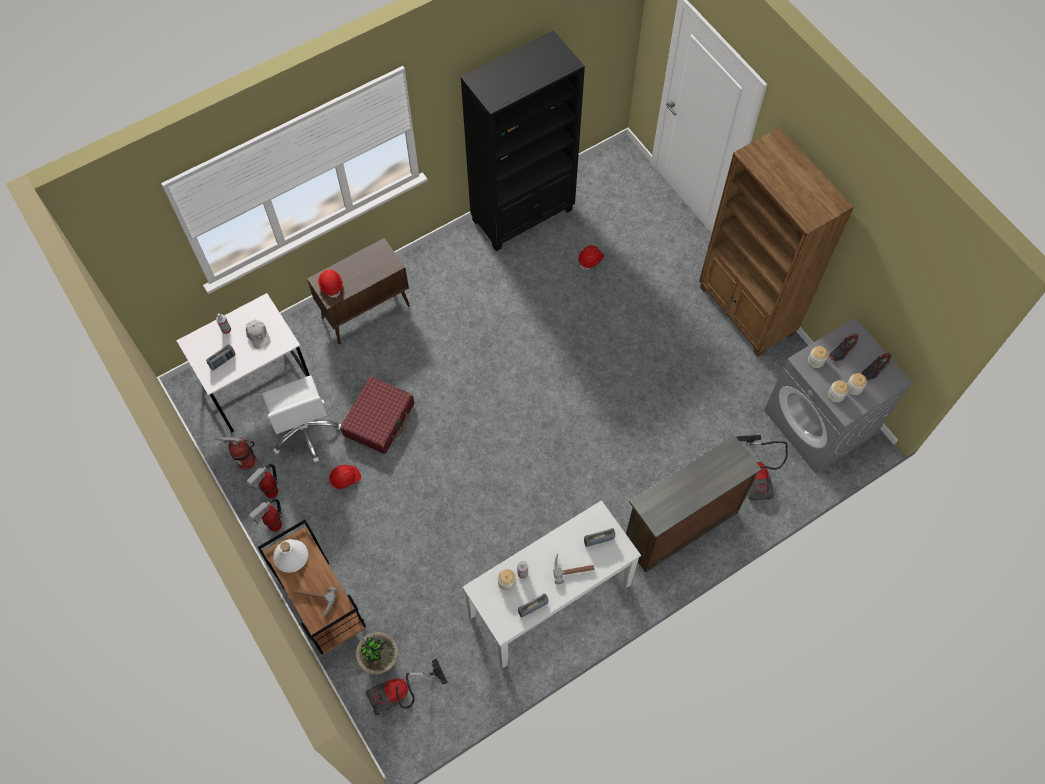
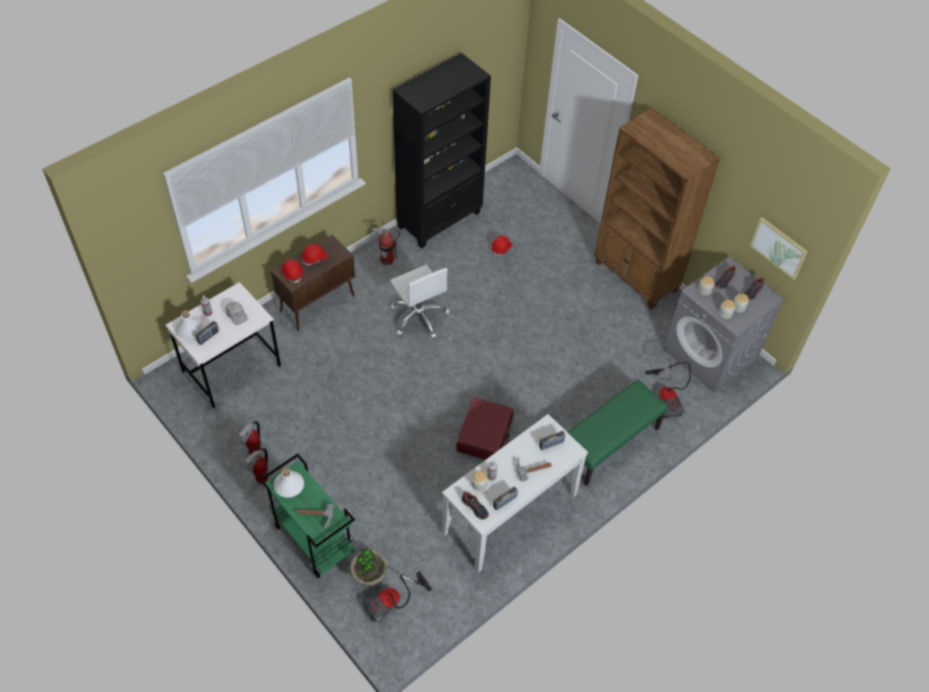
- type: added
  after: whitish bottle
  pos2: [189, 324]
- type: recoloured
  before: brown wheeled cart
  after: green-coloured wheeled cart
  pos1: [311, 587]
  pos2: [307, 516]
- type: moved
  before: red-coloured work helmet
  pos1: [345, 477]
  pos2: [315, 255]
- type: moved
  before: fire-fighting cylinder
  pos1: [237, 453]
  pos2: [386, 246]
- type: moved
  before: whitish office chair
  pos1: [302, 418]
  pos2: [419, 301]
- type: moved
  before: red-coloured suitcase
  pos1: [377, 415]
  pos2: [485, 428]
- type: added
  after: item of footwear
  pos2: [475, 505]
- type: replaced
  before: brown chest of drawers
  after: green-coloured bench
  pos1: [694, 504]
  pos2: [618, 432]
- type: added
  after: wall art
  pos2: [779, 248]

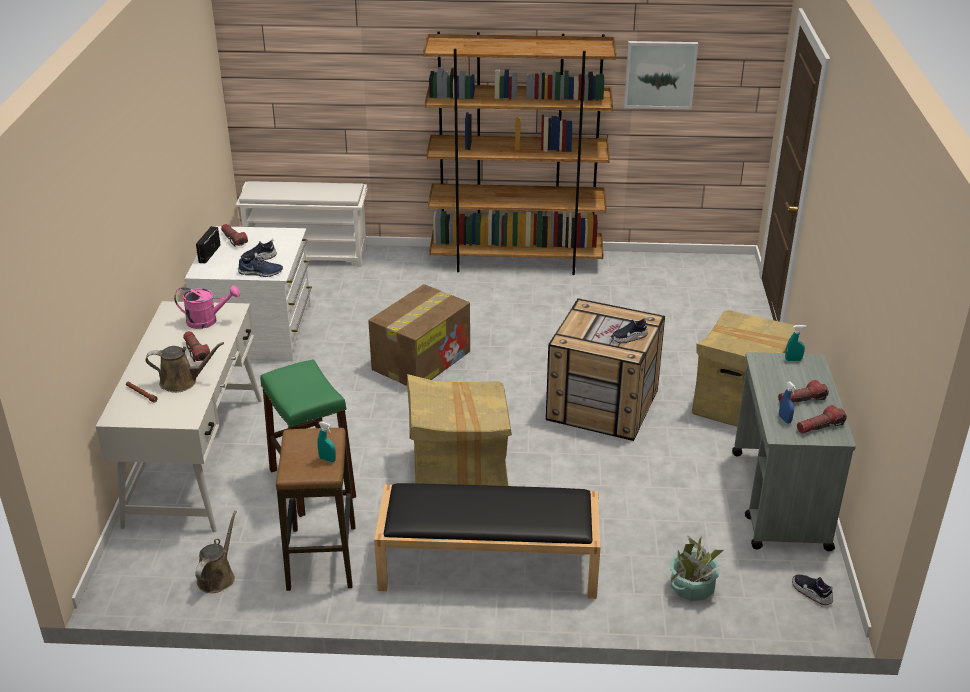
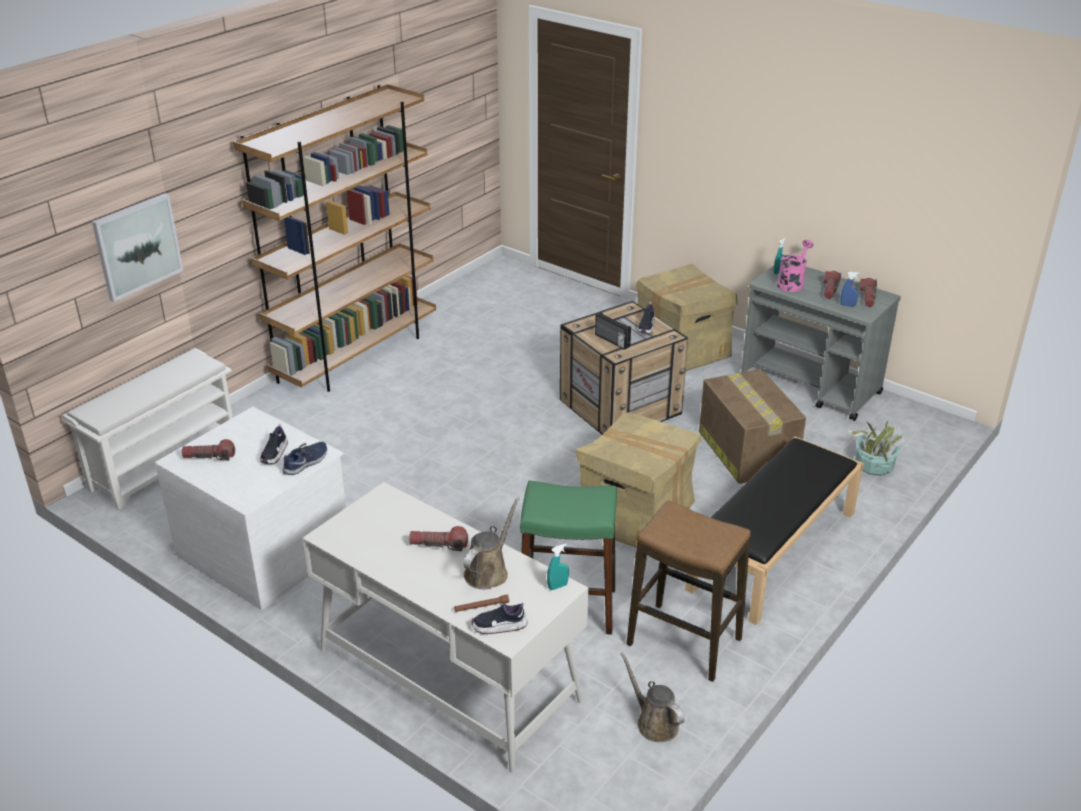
- type: moved
  before: wall art
  pos1: [661, 75]
  pos2: [137, 247]
- type: moved
  before: item of footwear
  pos1: [812, 590]
  pos2: [500, 618]
- type: moved
  before: blue-green sprayer
  pos1: [326, 442]
  pos2: [558, 567]
- type: moved
  before: radio
  pos1: [208, 245]
  pos2: [613, 331]
- type: moved
  before: packing box
  pos1: [419, 335]
  pos2: [752, 426]
- type: moved
  before: pink-coloured watering can
  pos1: [207, 307]
  pos2: [795, 265]

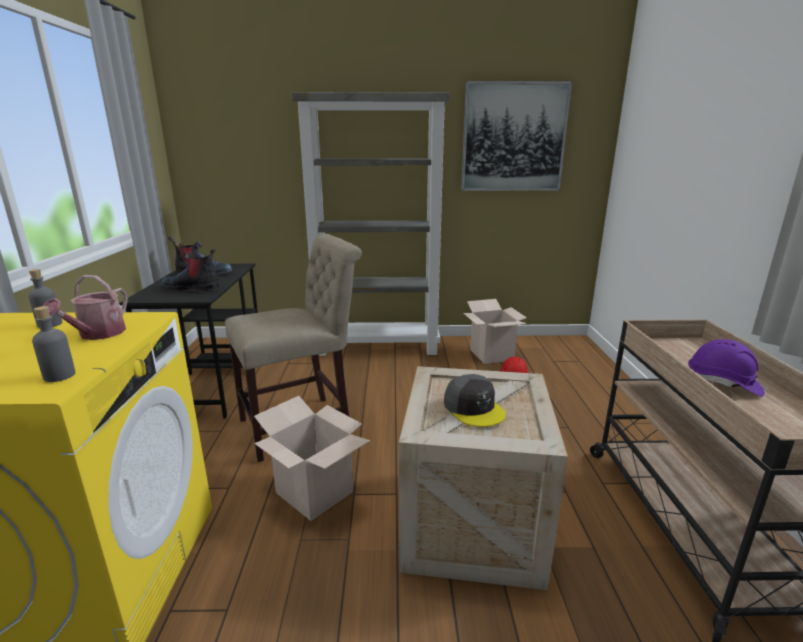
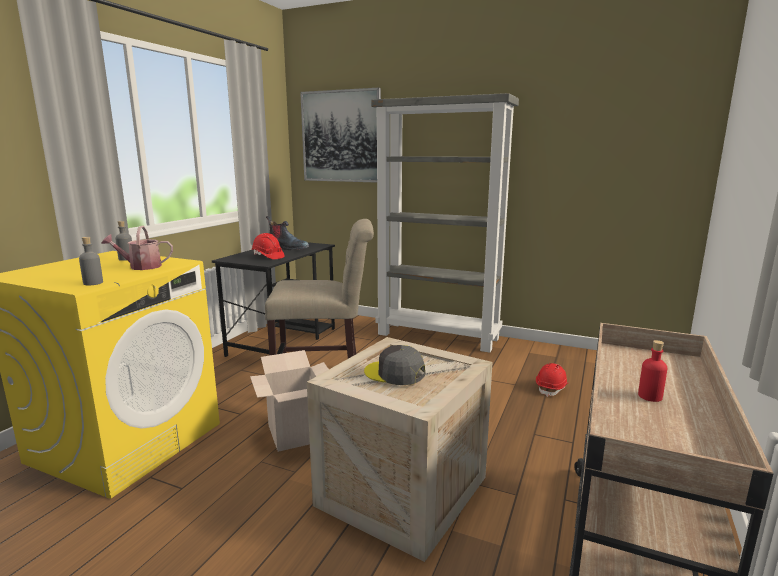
- type: turned
  before: watering can
  pos1: [85, 307]
  pos2: [137, 248]
  turn: 45
- type: replaced
  before: tall boot
  after: red-coloured work helmet
  pos1: [190, 270]
  pos2: [268, 246]
- type: moved
  before: wall art
  pos1: [516, 136]
  pos2: [340, 135]
- type: turned
  before: grey cap
  pos1: [475, 400]
  pos2: [394, 365]
  turn: 120
- type: replaced
  before: purplish work helmet
  after: red-coloured bottle
  pos1: [726, 368]
  pos2: [653, 371]
- type: removed
  before: packing box
  pos1: [495, 331]

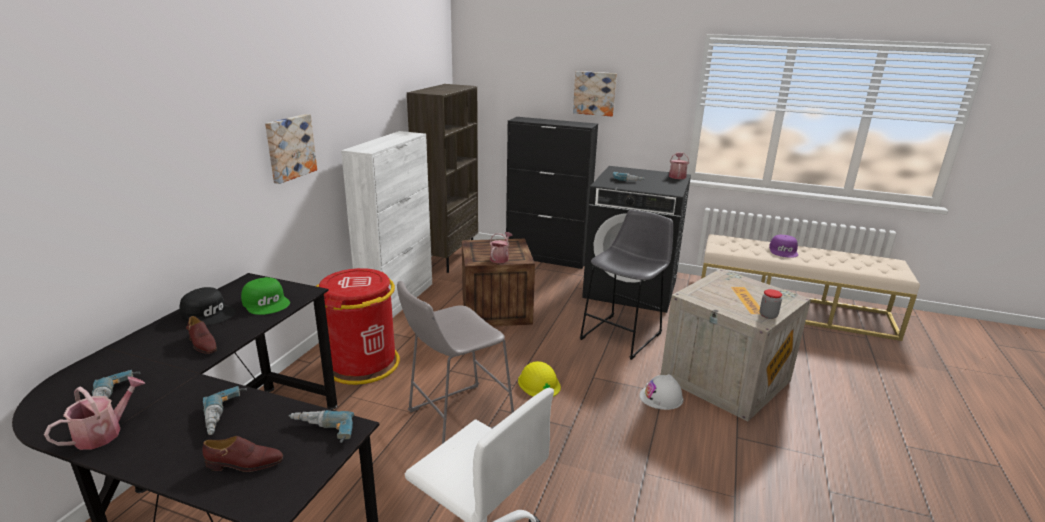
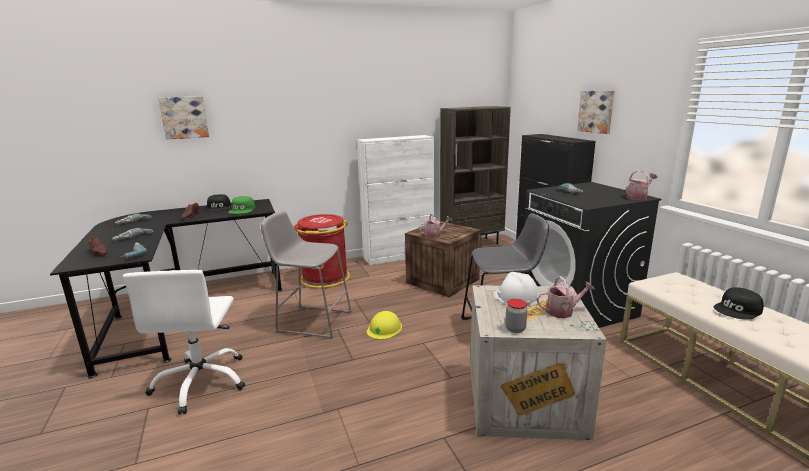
- type: moved
  before: wall art
  pos1: [291, 149]
  pos2: [183, 118]
- type: moved
  before: whitish work helmet
  pos1: [661, 392]
  pos2: [516, 289]
- type: moved
  before: watering can
  pos1: [94, 413]
  pos2: [566, 297]
- type: recoloured
  before: purplish cap
  after: black cap
  pos1: [783, 246]
  pos2: [739, 303]

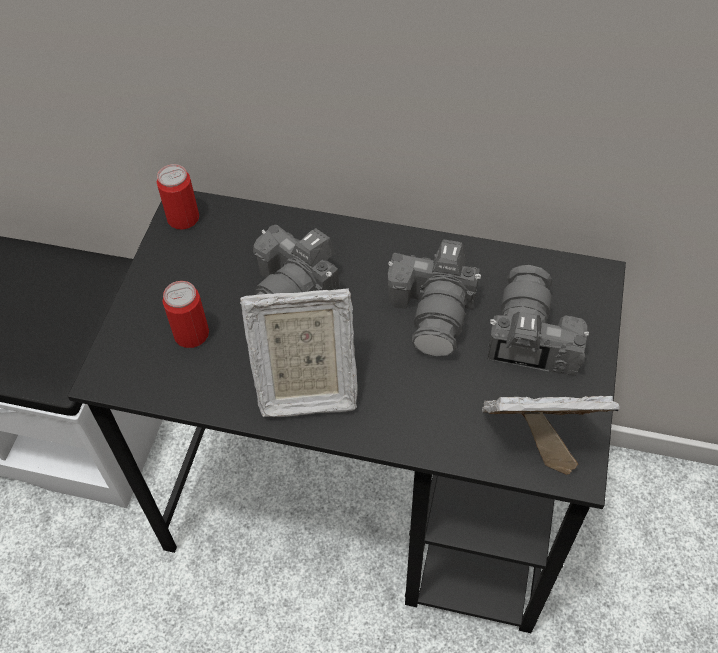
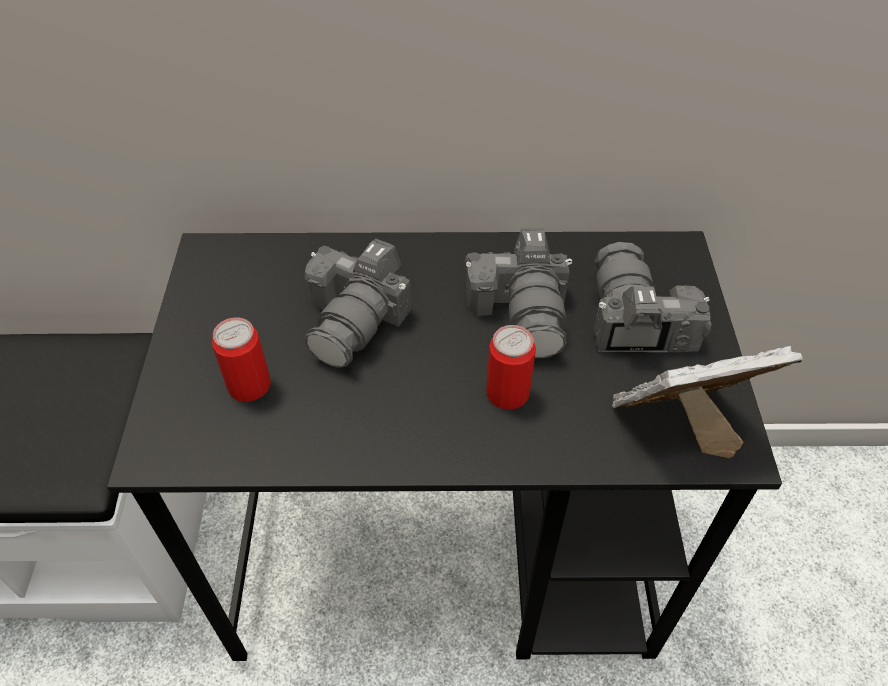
- type: moved
  before: can
  pos1: [178, 196]
  pos2: [511, 367]
- type: removed
  before: photo frame
  pos1: [298, 352]

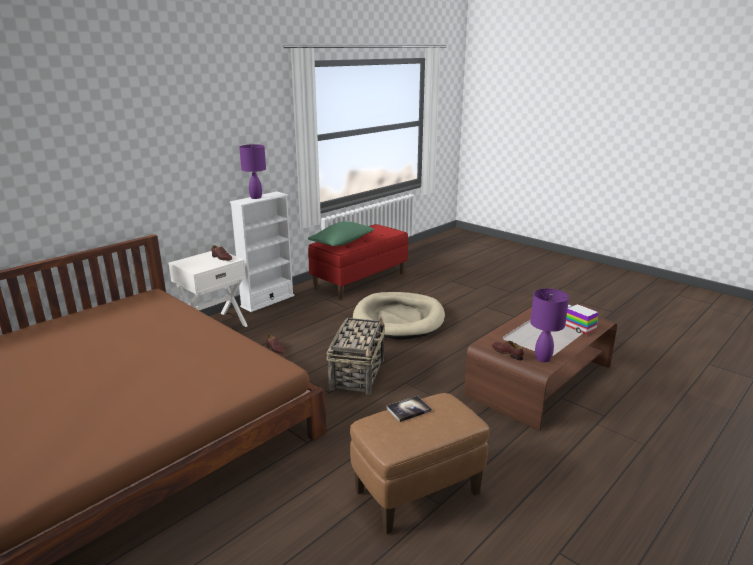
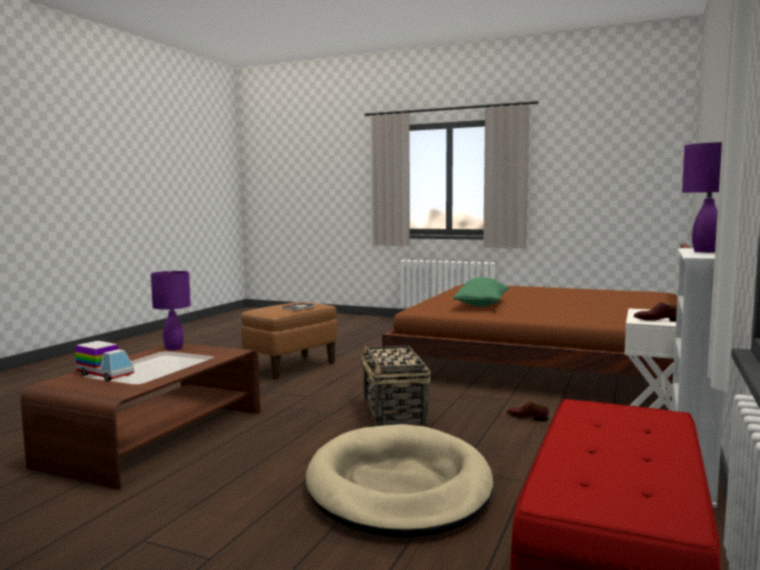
- type: moved
  before: green-coloured throw pillow
  pos1: [341, 233]
  pos2: [481, 292]
- type: removed
  before: brown item of footwear
  pos1: [508, 351]

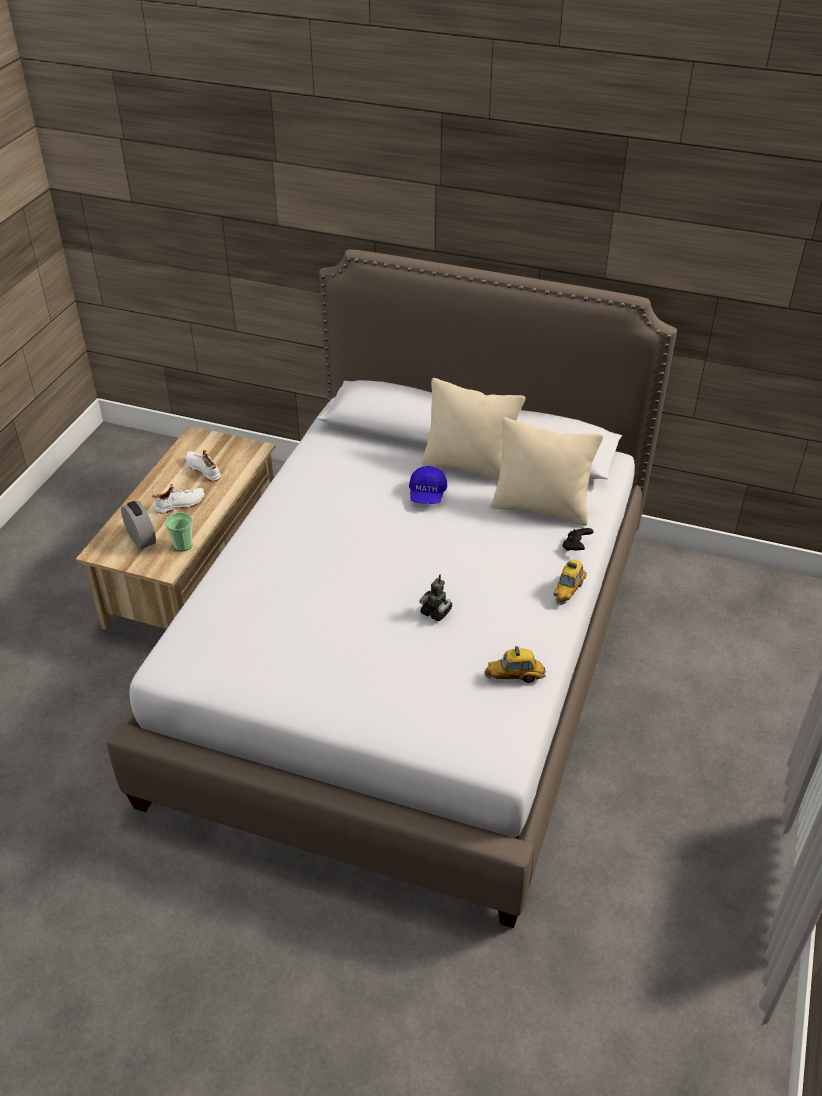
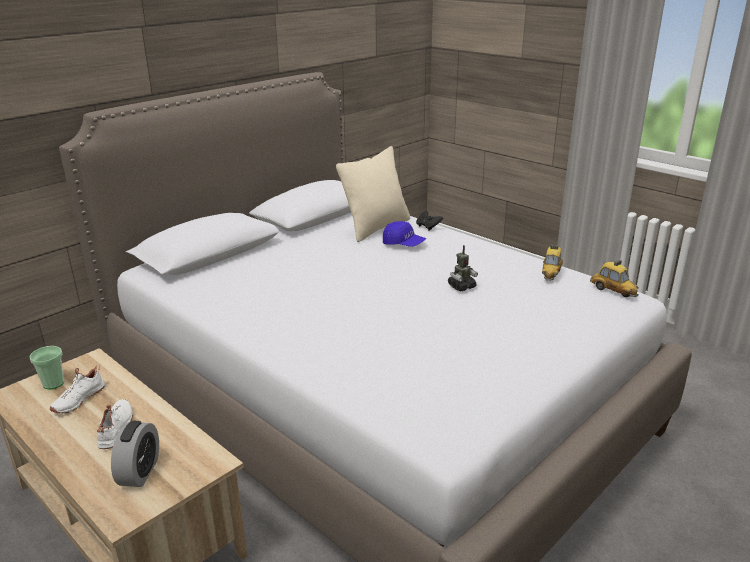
- type: moved
  before: small cup
  pos1: [179, 532]
  pos2: [46, 368]
- type: turned
  before: whitish item of footwear
  pos1: [203, 466]
  pos2: [77, 389]
  turn: -45
- type: turned
  before: table clock
  pos1: [138, 525]
  pos2: [135, 454]
  turn: 105
- type: moved
  before: bluish cap
  pos1: [428, 485]
  pos2: [404, 234]
- type: moved
  before: miniature car
  pos1: [570, 582]
  pos2: [614, 278]
- type: removed
  before: beige-coloured throw pillow
  pos1: [473, 430]

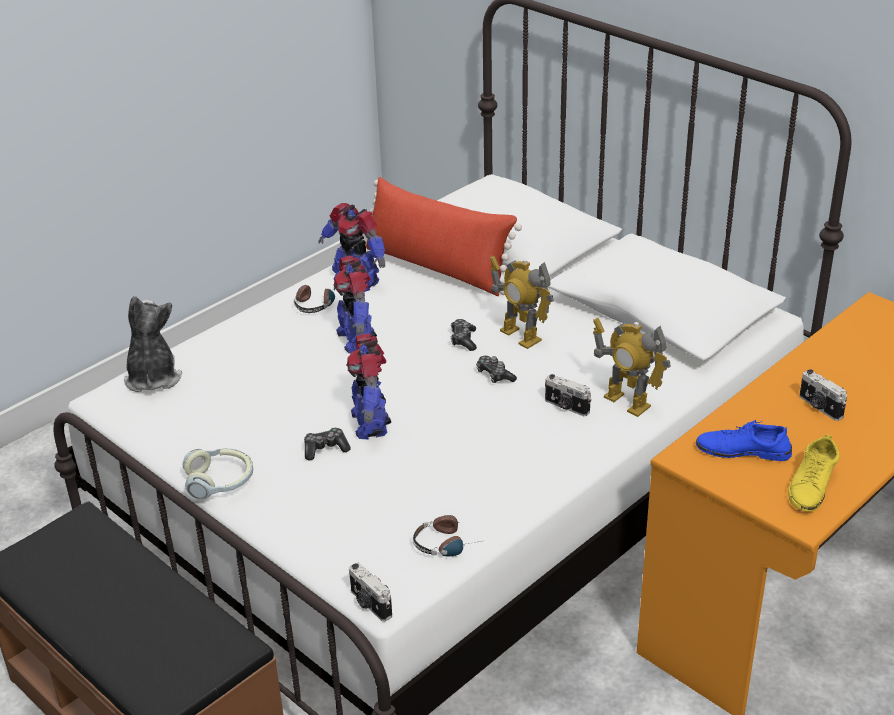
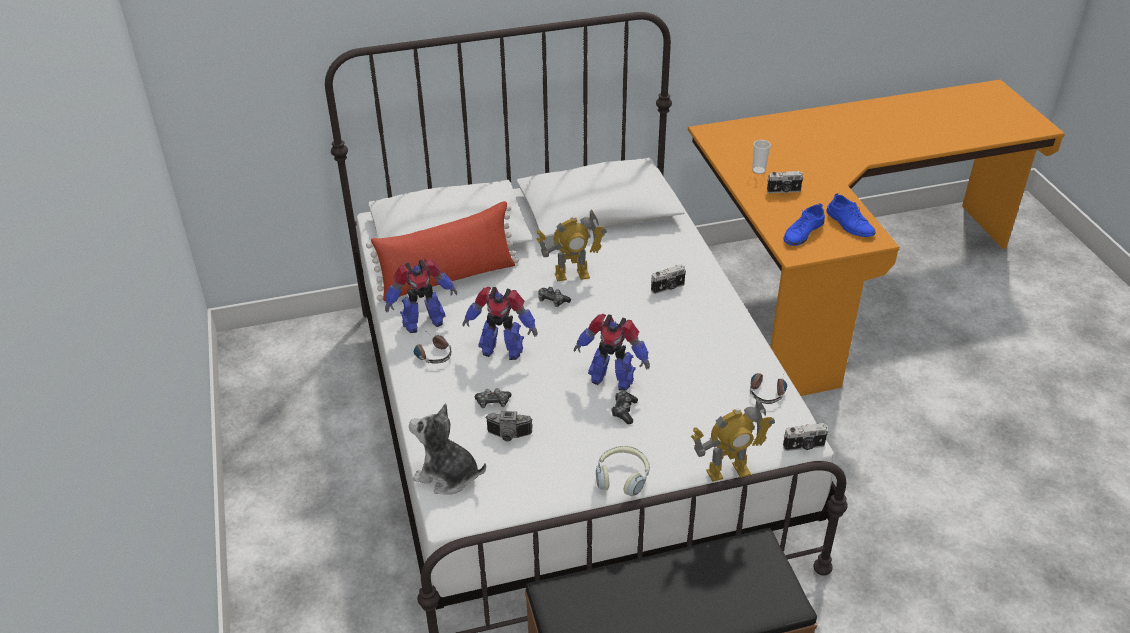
- type: moved
  before: game controller
  pos1: [496, 369]
  pos2: [492, 398]
- type: added
  after: still camera
  pos2: [509, 426]
- type: moved
  before: toy robot
  pos1: [632, 367]
  pos2: [733, 440]
- type: added
  after: small cup
  pos2: [761, 157]
- type: recoloured
  before: yellowish item of footwear
  after: bluish item of footwear
  pos1: [813, 473]
  pos2: [850, 215]

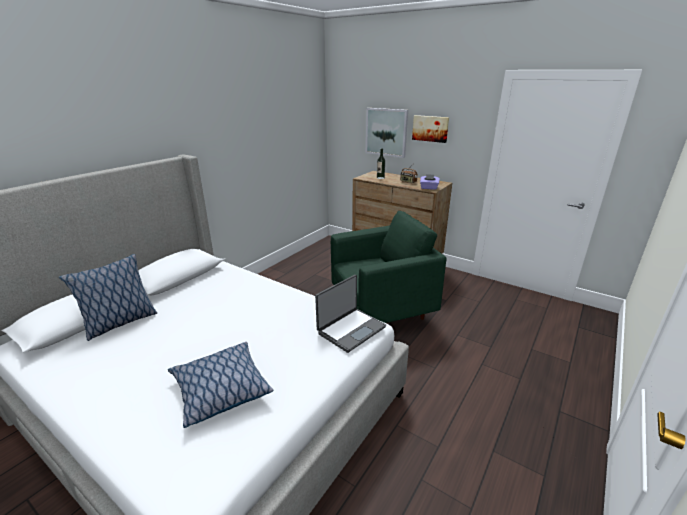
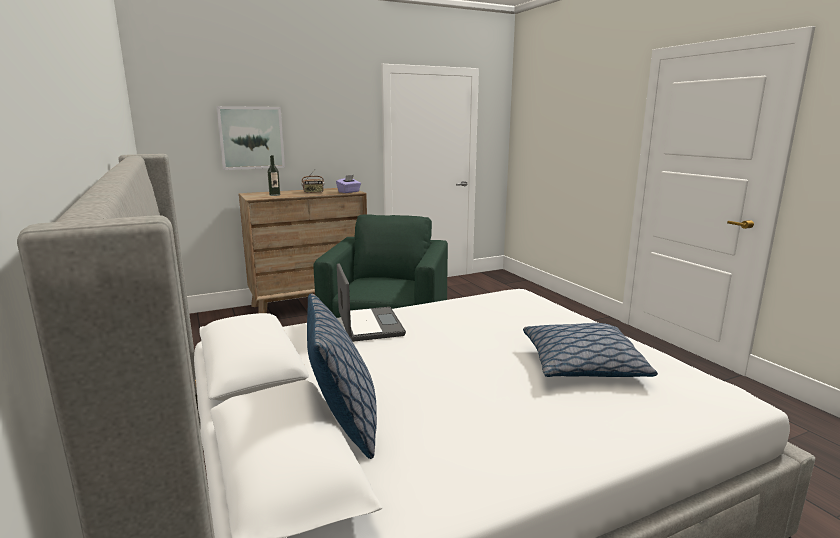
- type: moved
  before: notebook computer
  pos1: [350, 314]
  pos2: [371, 303]
- type: removed
  before: wall art
  pos1: [430, 129]

